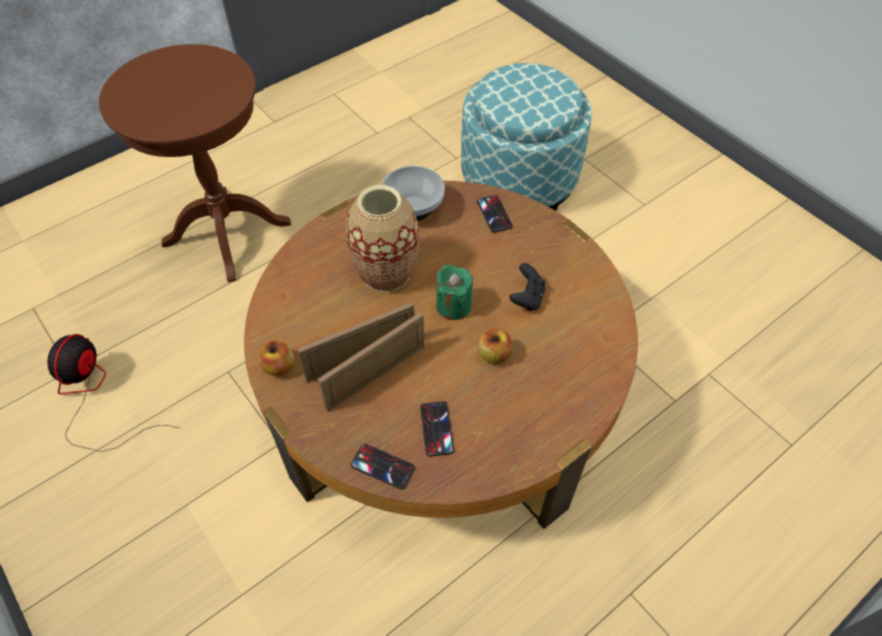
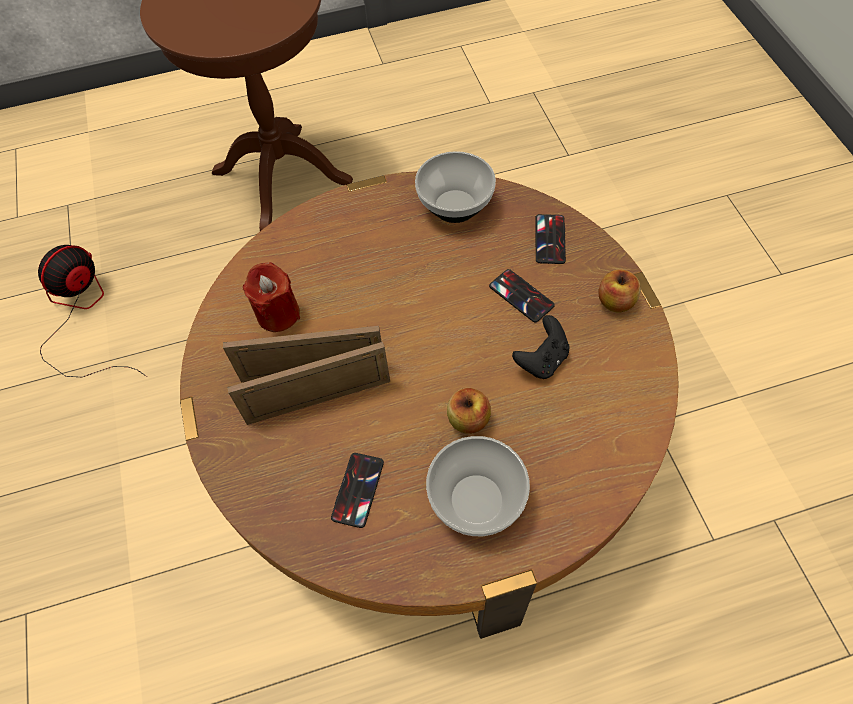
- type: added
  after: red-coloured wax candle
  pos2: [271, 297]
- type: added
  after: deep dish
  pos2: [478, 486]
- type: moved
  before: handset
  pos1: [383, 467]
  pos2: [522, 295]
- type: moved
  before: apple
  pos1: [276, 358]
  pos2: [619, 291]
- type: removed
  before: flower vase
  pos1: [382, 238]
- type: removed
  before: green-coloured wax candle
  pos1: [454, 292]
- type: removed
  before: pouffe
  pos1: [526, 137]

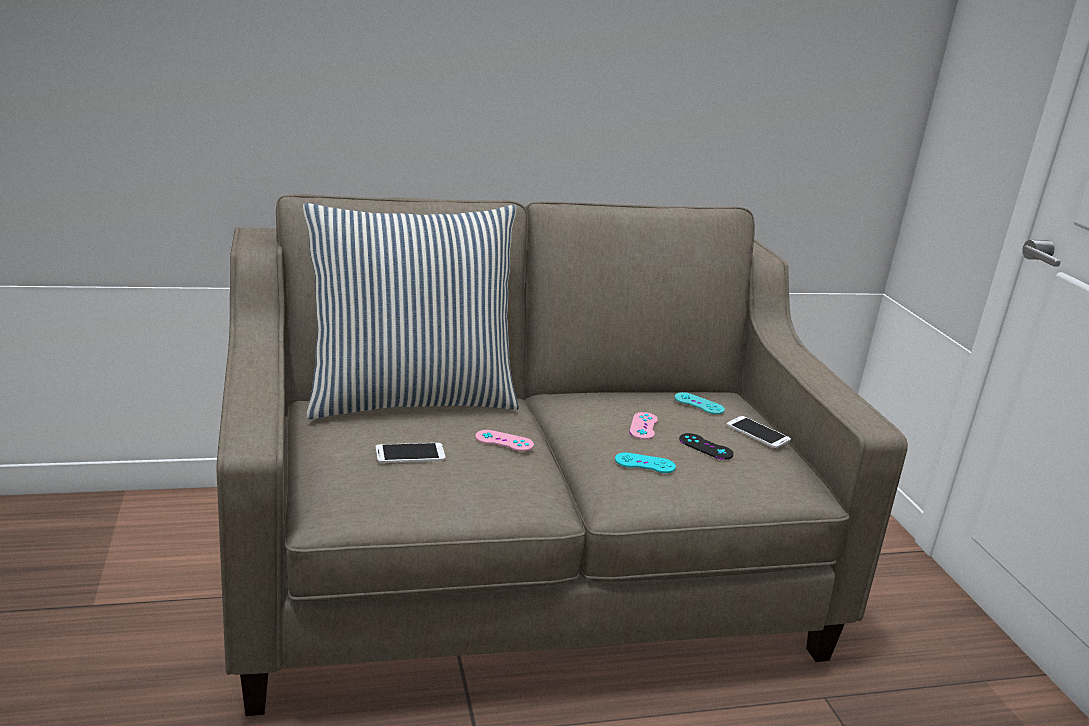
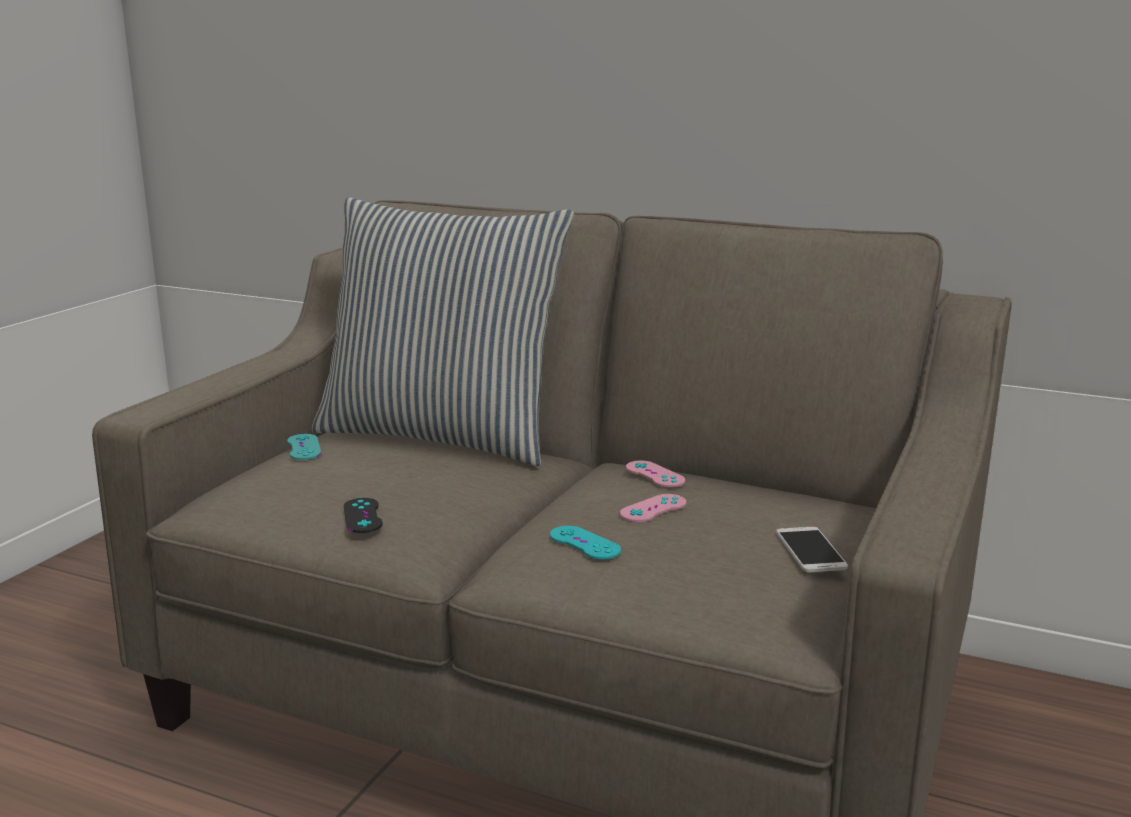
- type: moved
  before: blue-green game controller
  pos1: [700, 403]
  pos2: [304, 447]
- type: moved
  before: black game controller
  pos1: [706, 446]
  pos2: [363, 515]
- type: moved
  before: pink-coloured game controller
  pos1: [504, 440]
  pos2: [655, 474]
- type: removed
  before: handset
  pos1: [410, 453]

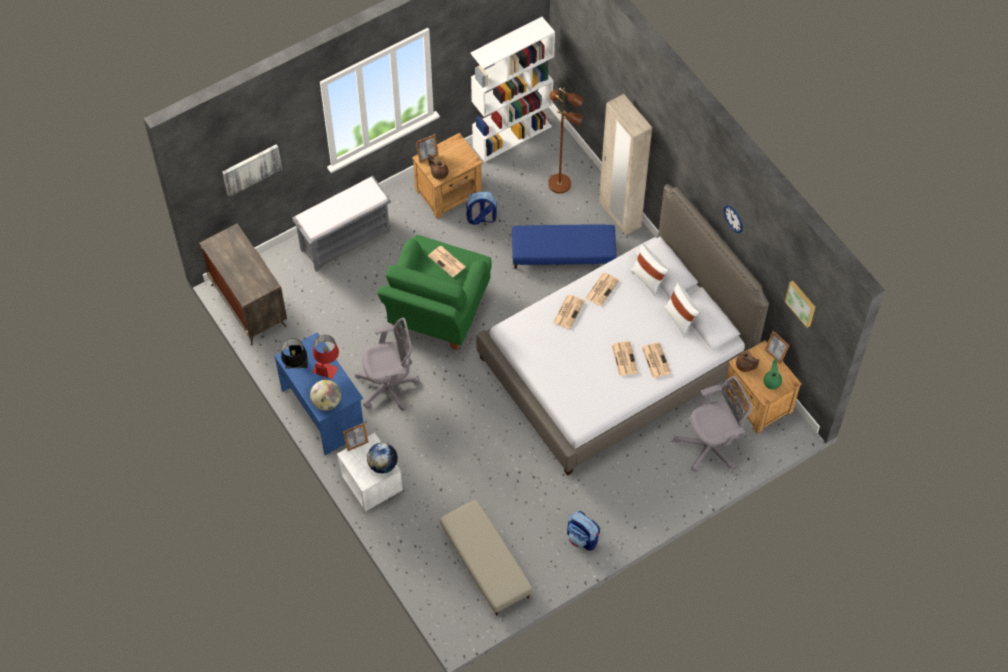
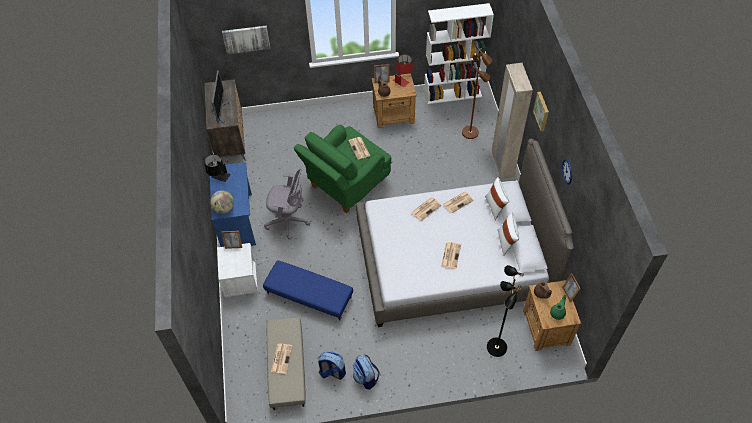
- type: added
  after: computer display
  pos2: [220, 97]
- type: moved
  before: bluish pouffe
  pos1: [564, 247]
  pos2: [308, 290]
- type: moved
  before: printed paper
  pos1: [656, 360]
  pos2: [282, 359]
- type: moved
  before: knapsack
  pos1: [481, 208]
  pos2: [332, 365]
- type: moved
  before: red-coloured table lamp
  pos1: [325, 357]
  pos2: [403, 71]
- type: replaced
  before: grey office chair
  after: black standing lamp
  pos1: [713, 424]
  pos2: [505, 311]
- type: moved
  before: wall art
  pos1: [800, 304]
  pos2: [541, 111]
- type: removed
  before: grey bench
  pos1: [341, 224]
- type: removed
  before: globe
  pos1: [382, 458]

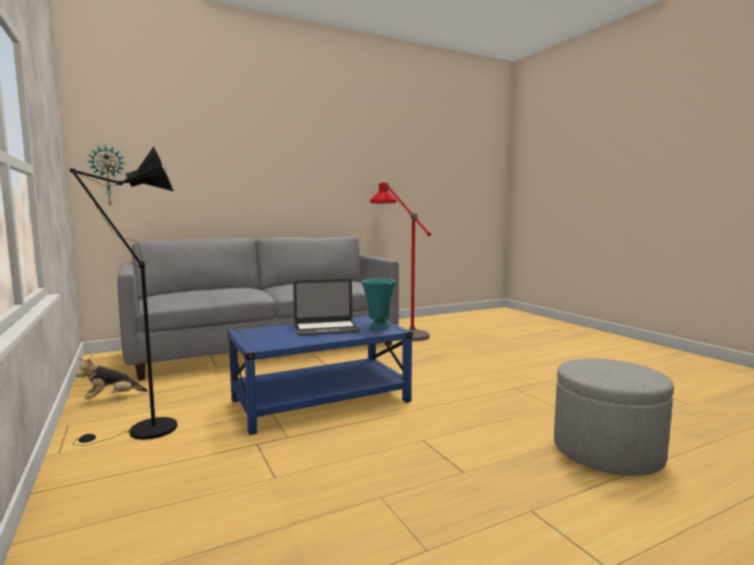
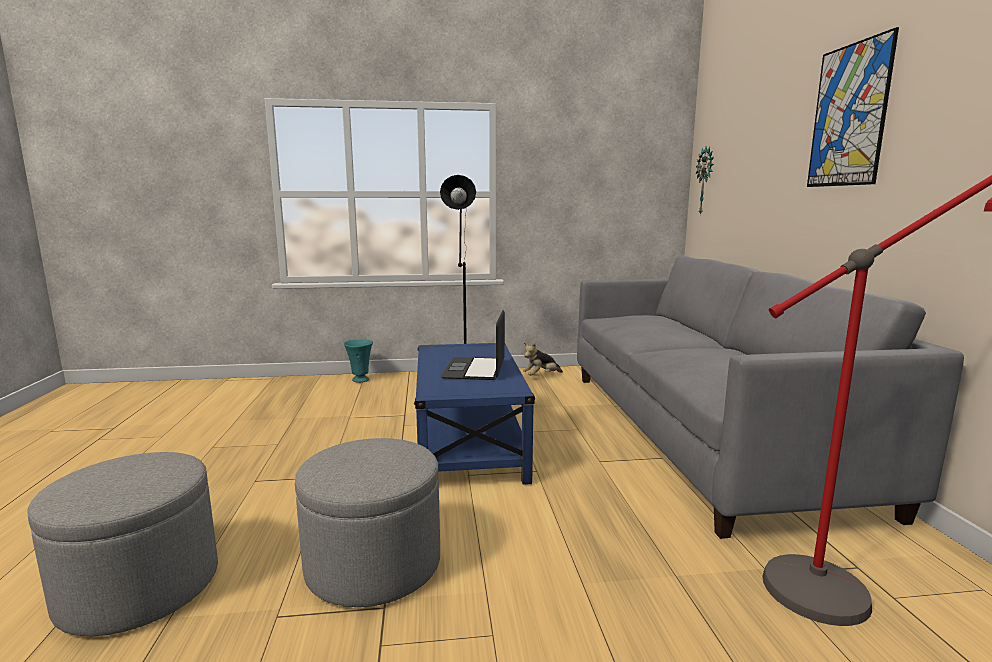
- type: added
  after: grey pouffe
  pos2: [367, 522]
- type: moved
  before: blue-green flower vase
  pos1: [378, 303]
  pos2: [358, 361]
- type: turned
  before: soft toy
  pos1: [111, 378]
  pos2: [543, 359]
  turn: -105
- type: added
  after: wall art
  pos2: [853, 107]

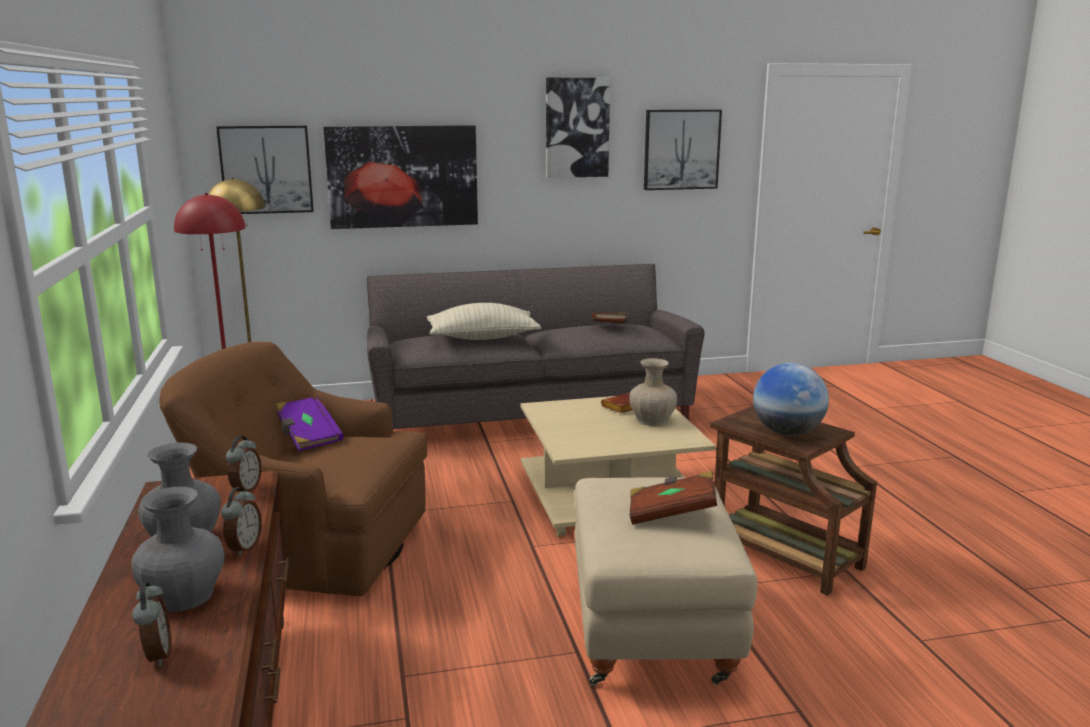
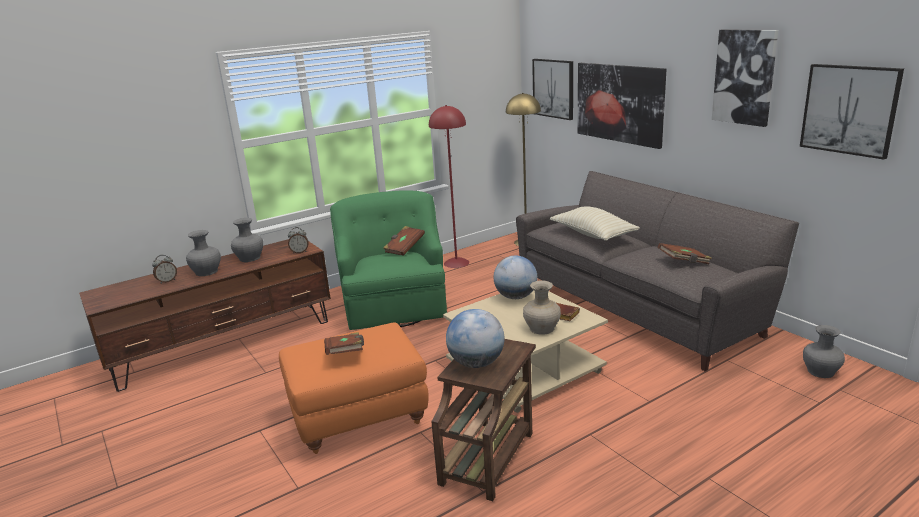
- type: recoloured
  before: beige-coloured pouffe
  after: orange pouffe
  pos1: [666, 582]
  pos2: [354, 388]
- type: recoloured
  before: brown armchair
  after: green-coloured armchair
  pos1: [293, 469]
  pos2: [388, 260]
- type: recoloured
  before: purplish bound book
  after: brown bound book
  pos1: [309, 423]
  pos2: [404, 241]
- type: added
  after: globe
  pos2: [515, 277]
- type: added
  after: grey flower vase
  pos2: [824, 351]
- type: removed
  before: table clock
  pos1: [241, 521]

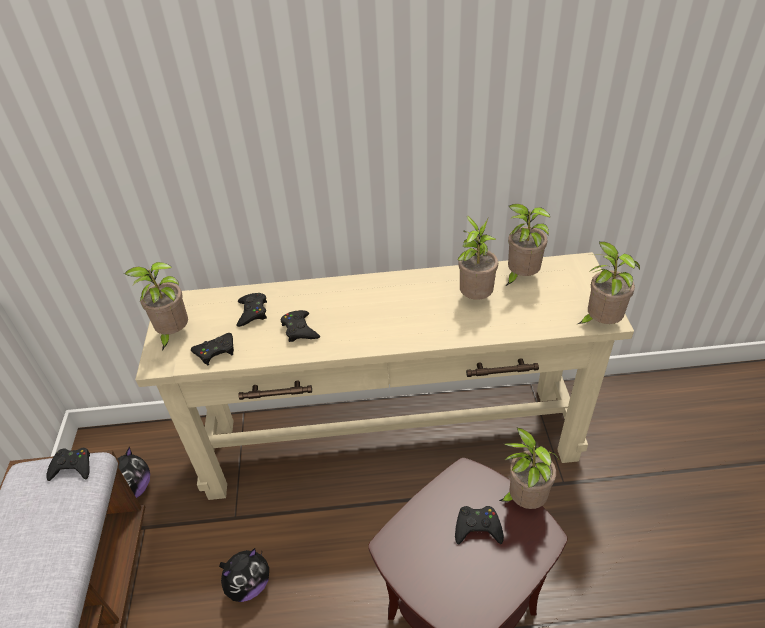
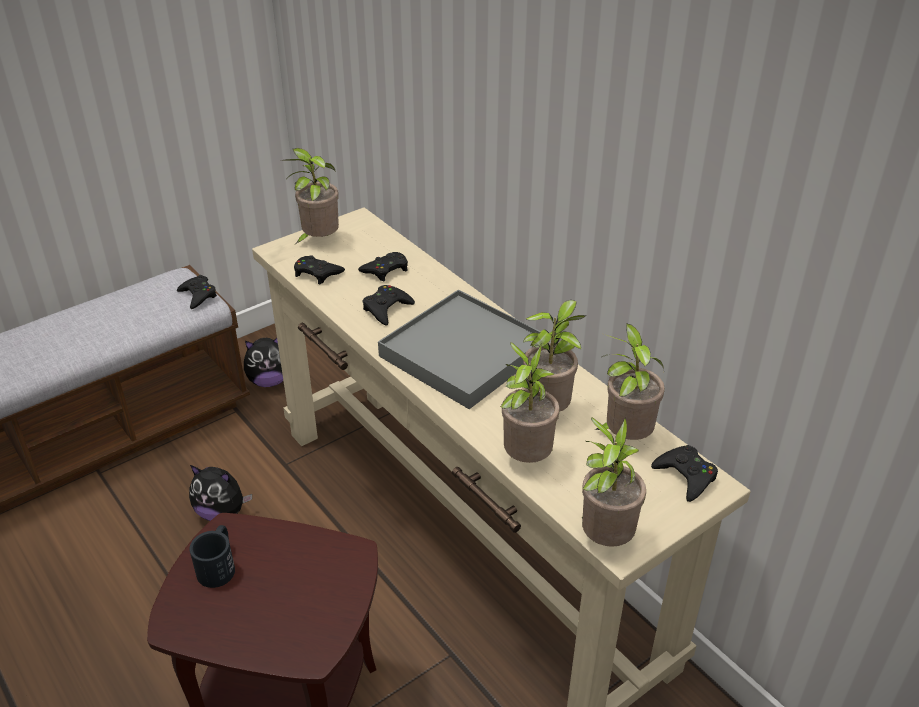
- type: added
  after: black mug
  pos2: [212, 556]
- type: added
  after: grey carrying tray
  pos2: [459, 349]
- type: moved
  before: potted plant
  pos1: [529, 468]
  pos2: [530, 402]
- type: moved
  before: black game controller
  pos1: [479, 525]
  pos2: [684, 473]

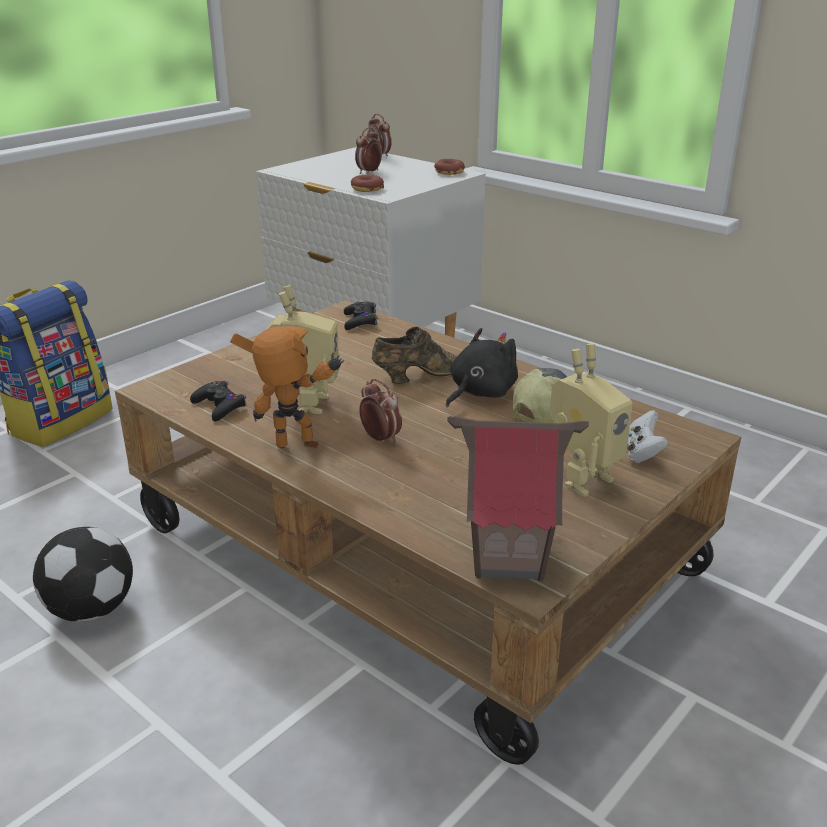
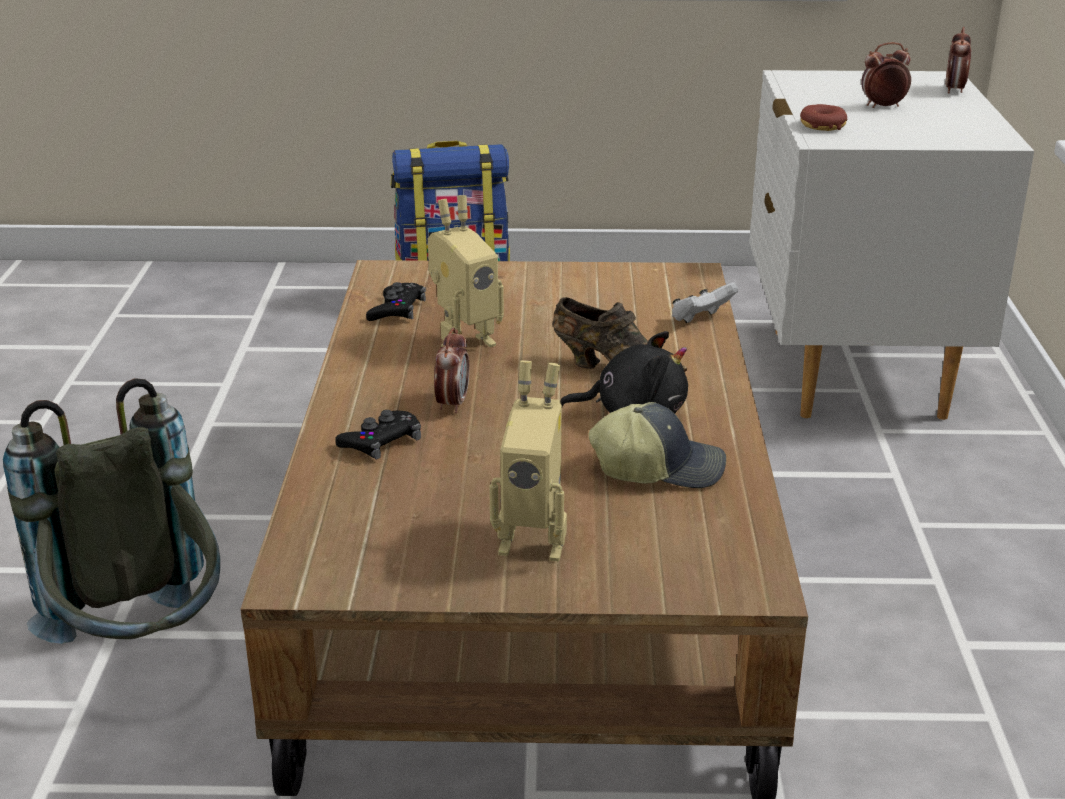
- type: added
  after: grey knapsack
  pos2: [111, 511]
- type: moved
  before: black game controller
  pos1: [361, 316]
  pos2: [378, 434]
- type: moved
  before: whitish game controller
  pos1: [648, 436]
  pos2: [705, 302]
- type: removed
  before: football ball
  pos1: [83, 574]
- type: removed
  before: toy robot
  pos1: [287, 387]
- type: removed
  before: donut
  pos1: [449, 167]
- type: removed
  before: miniature house
  pos1: [518, 499]

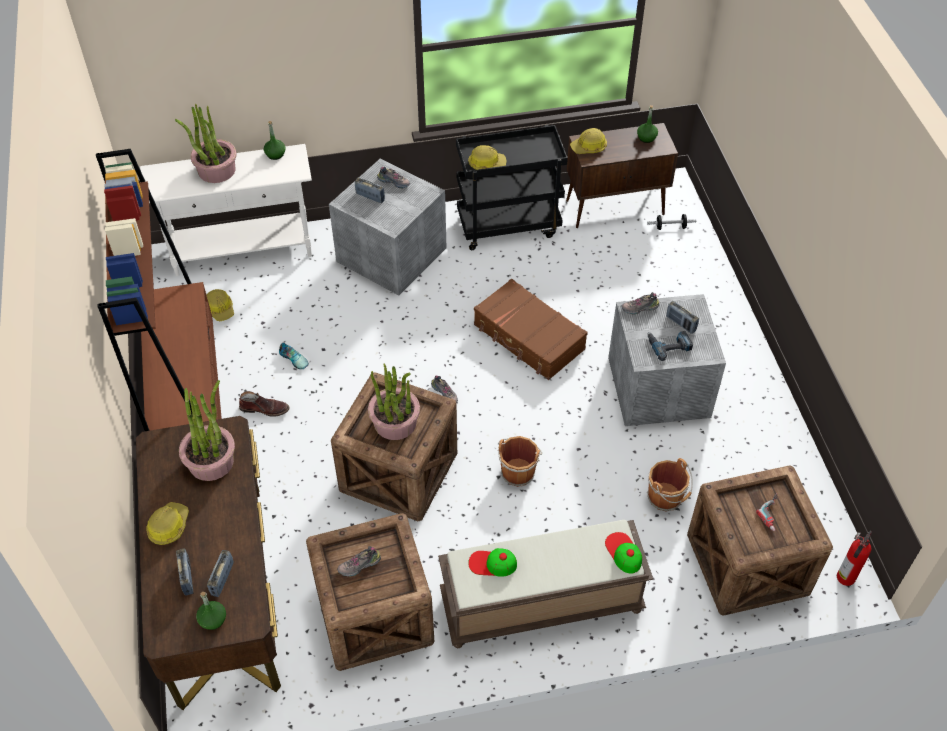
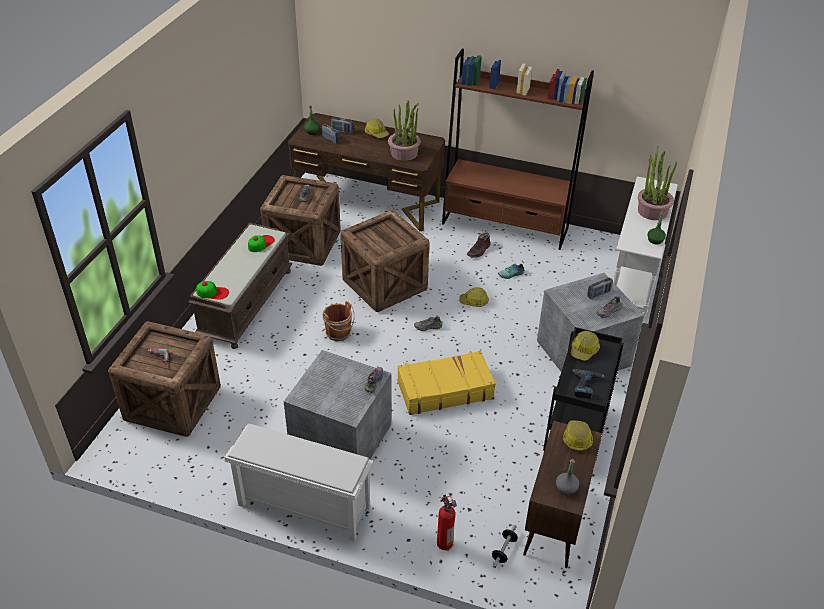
- type: added
  after: whitish shoe shelf
  pos2: [298, 483]
- type: recoloured
  before: brown suitcase
  after: yellowish suitcase
  pos1: [531, 329]
  pos2: [447, 383]
- type: moved
  before: fire-fighting cylinder
  pos1: [854, 558]
  pos2: [447, 522]
- type: moved
  before: work helmet
  pos1: [220, 305]
  pos2: [474, 297]
- type: recoloured
  before: green-coloured bottle
  after: grey bottle
  pos1: [647, 124]
  pos2: [567, 477]
- type: moved
  before: electric drill
  pos1: [670, 346]
  pos2: [588, 384]
- type: removed
  before: potted plant
  pos1: [394, 401]
- type: removed
  before: brown pail
  pos1: [670, 485]
- type: removed
  before: radio
  pos1: [682, 317]

